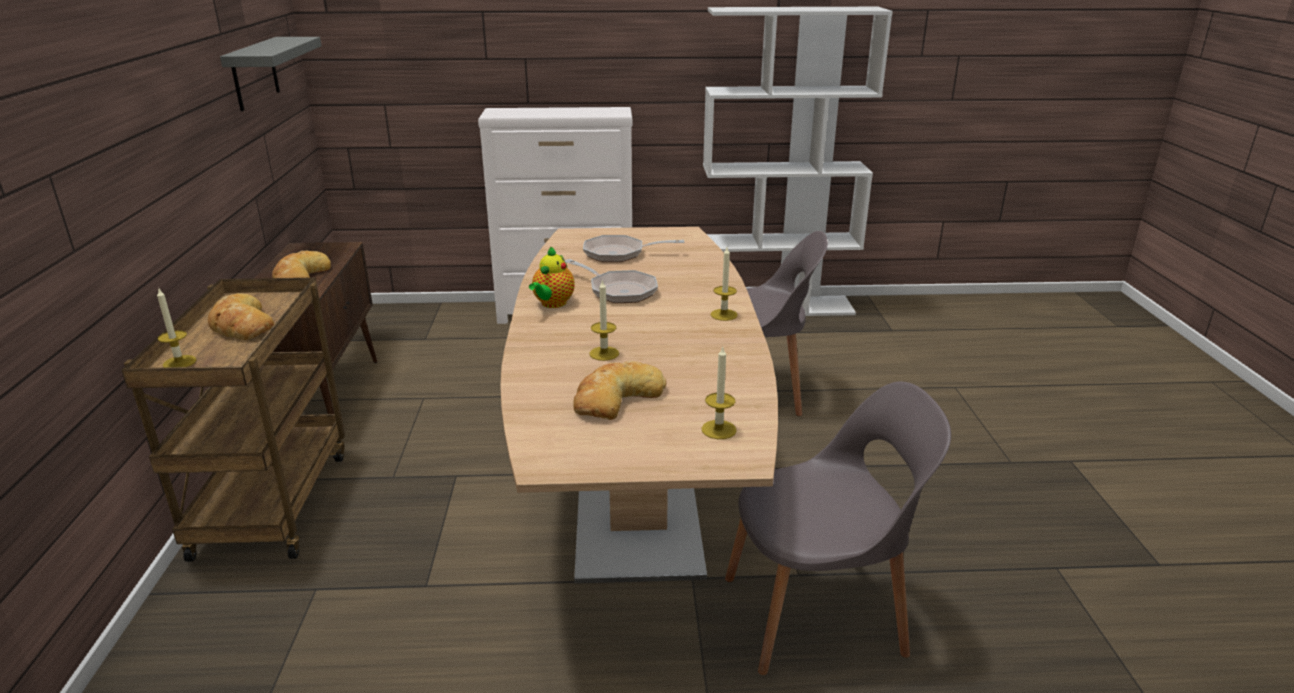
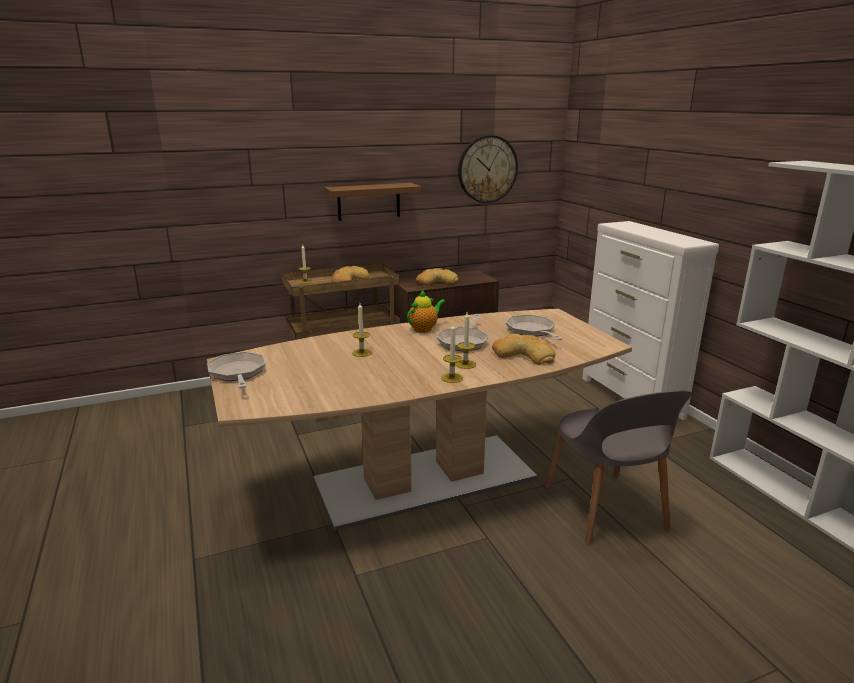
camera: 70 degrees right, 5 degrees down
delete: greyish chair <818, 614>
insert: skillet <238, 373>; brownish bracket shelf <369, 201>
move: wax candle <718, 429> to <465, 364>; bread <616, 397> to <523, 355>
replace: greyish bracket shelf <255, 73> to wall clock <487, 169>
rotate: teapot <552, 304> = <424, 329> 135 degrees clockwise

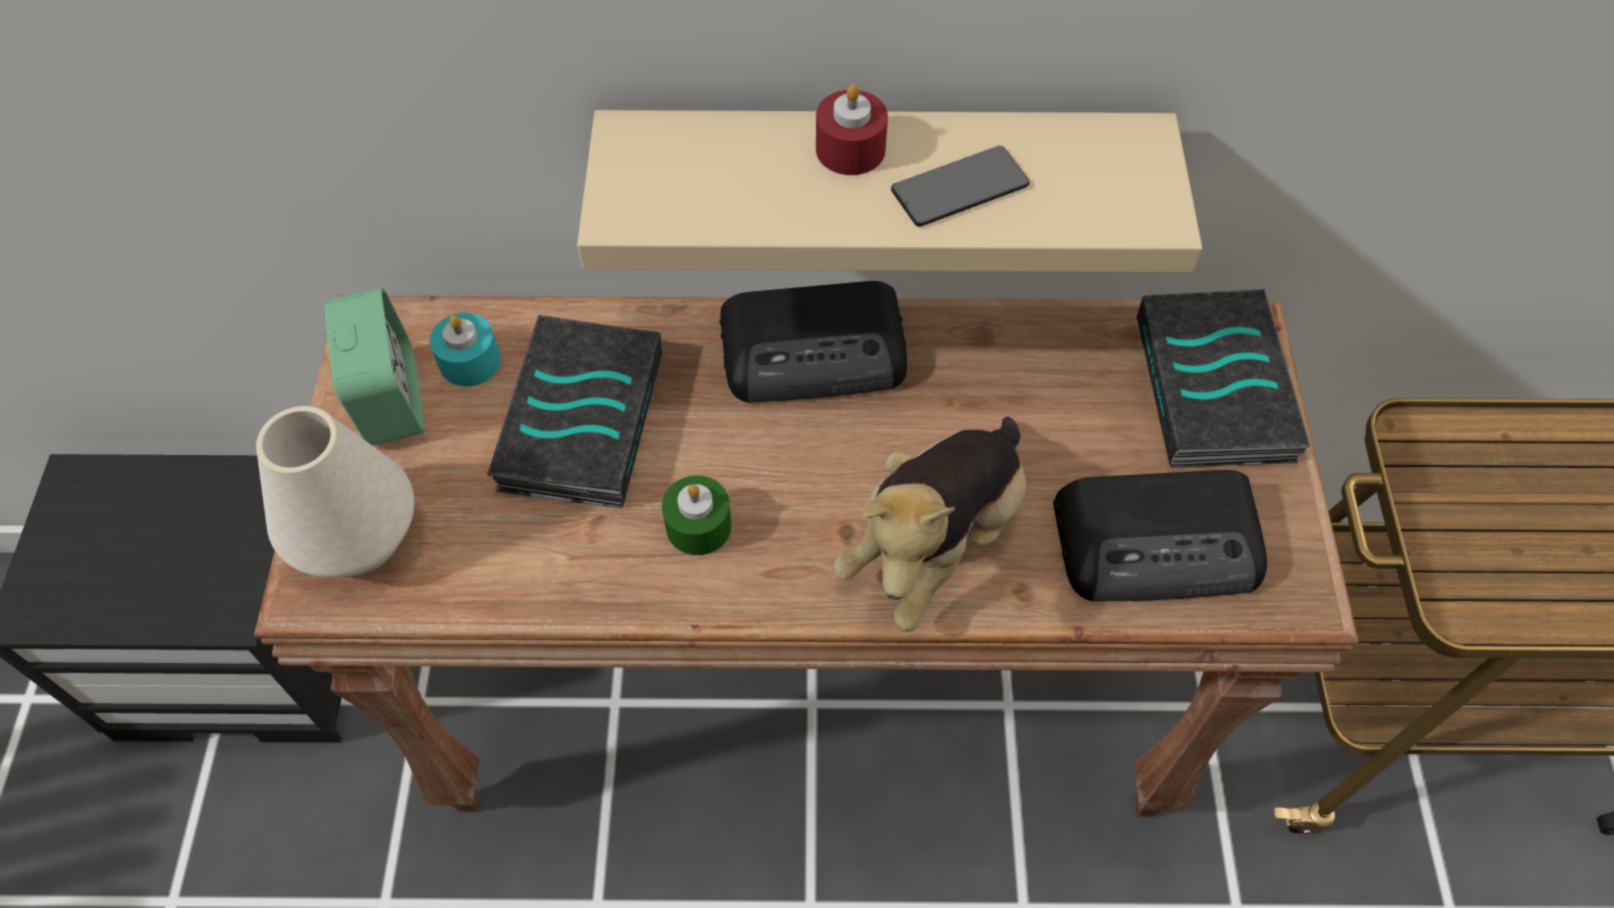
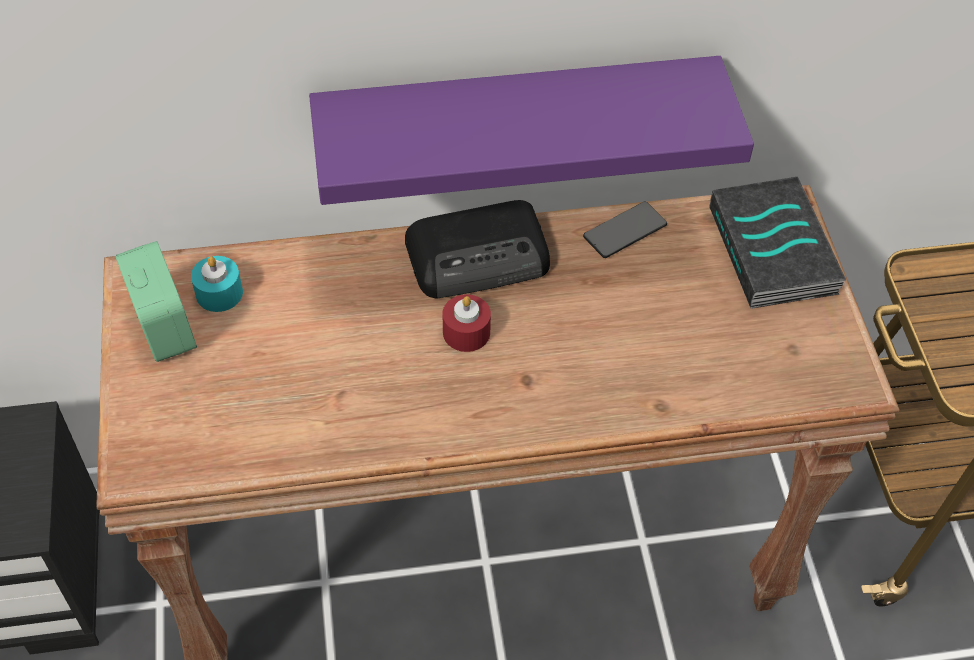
camera: 10 degrees left, 5 degrees down
delete: white-coloured vase <357, 537>; volume <578, 418>; green-coloured wax candle <698, 525>; plush toy <935, 541>; radio <1160, 543>
move: reddish wax candle <850, 149> to <466, 332>; phone <959, 188> to <625, 231>
recolor: beige-coloured bracket shelf <880, 179> to purple-coloured bracket shelf <516, 124>

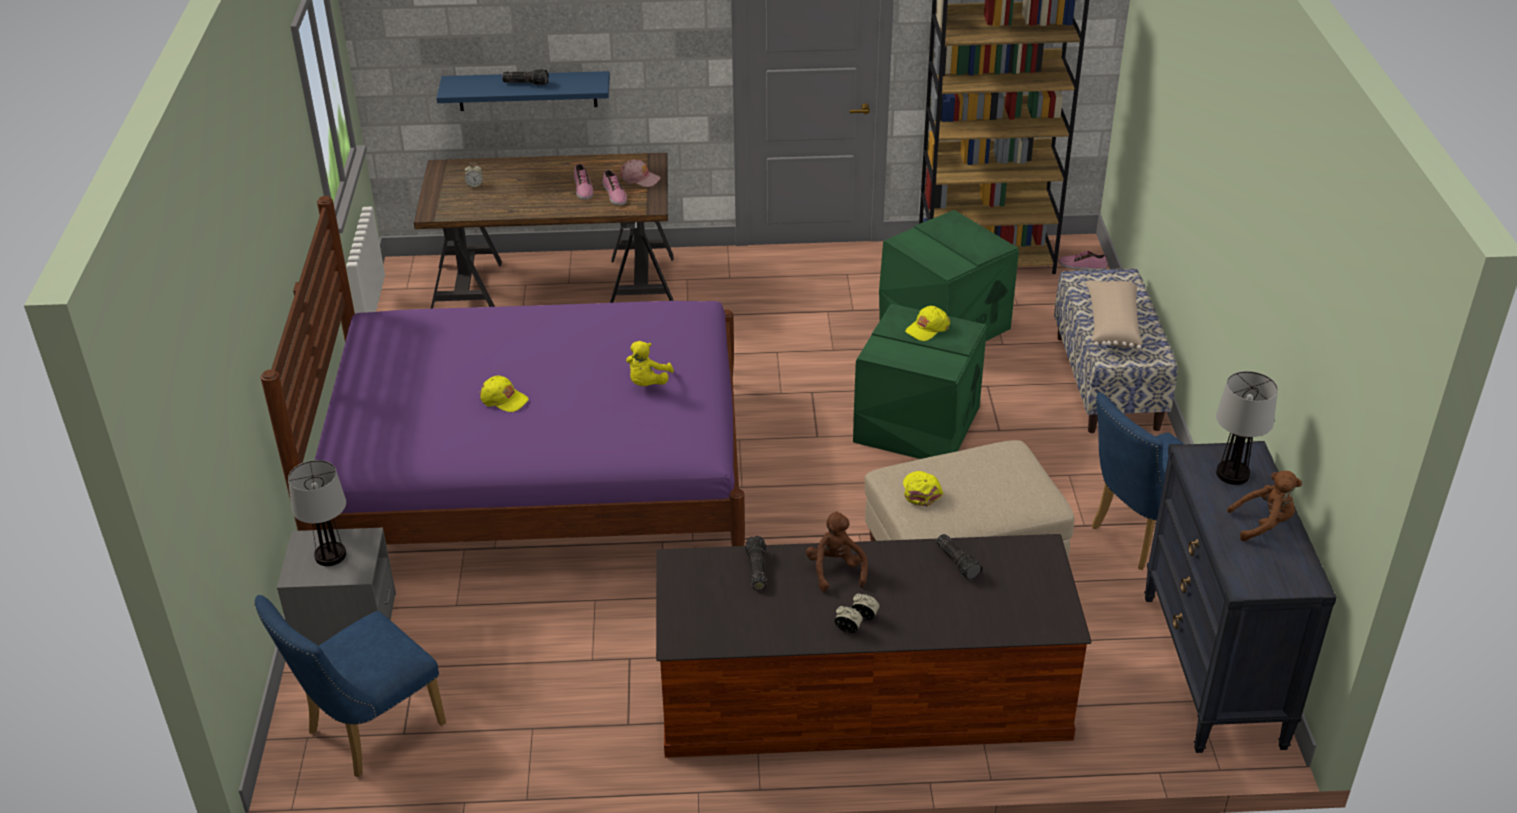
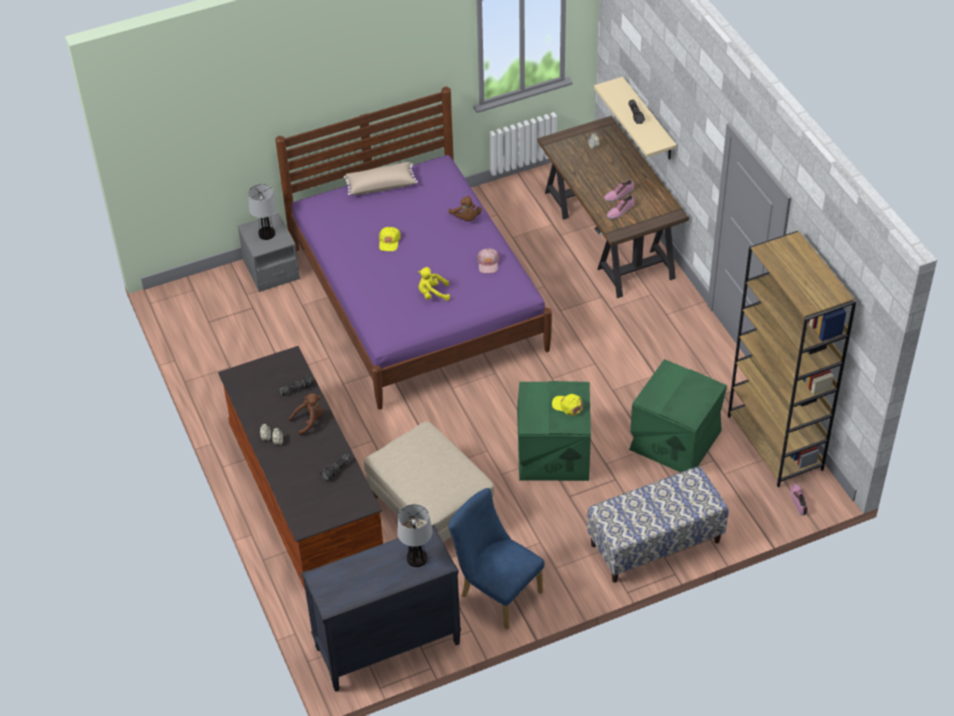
camera: 70 degrees right, 10 degrees up
delete: blue chair <366, 731>; yellowish cap <921, 491>
move: beige-coloured throw pillow <1111, 325> to <381, 185>; brownish plush toy <1263, 524> to <466, 218>; pink cap <639, 178> to <488, 263>
recolor: blue bracket shelf <527, 91> to beige-coloured bracket shelf <648, 120>

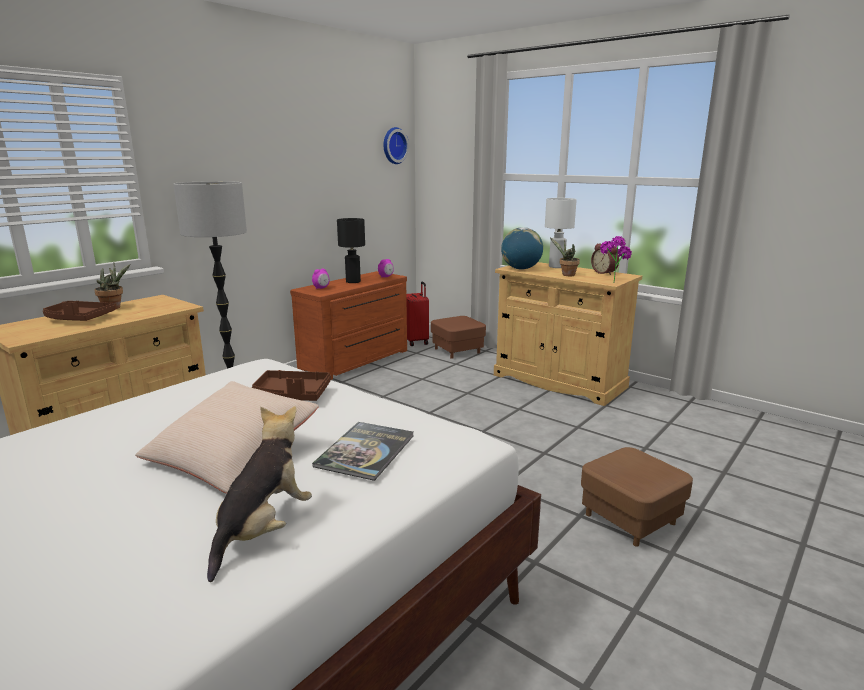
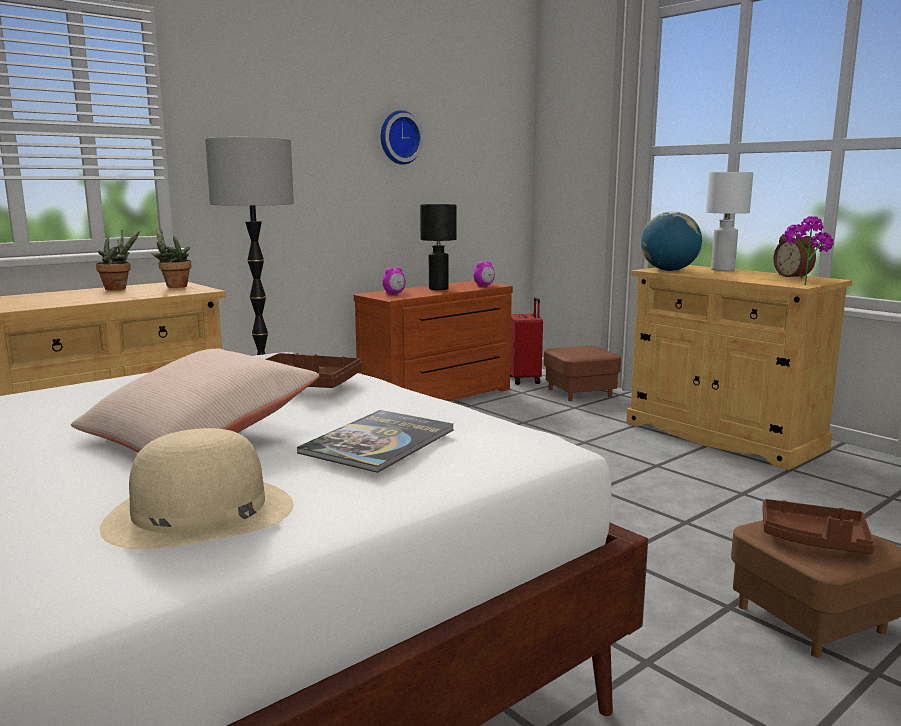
camera: 10 degrees right, 5 degrees down
move: houseplant <566, 275> to <174, 286>; wall clock <393, 145> to <399, 137>; brownish tray <79, 319> to <814, 539>
replace: plush toy <263, 530> to beige-coloured clothing hat <199, 514>

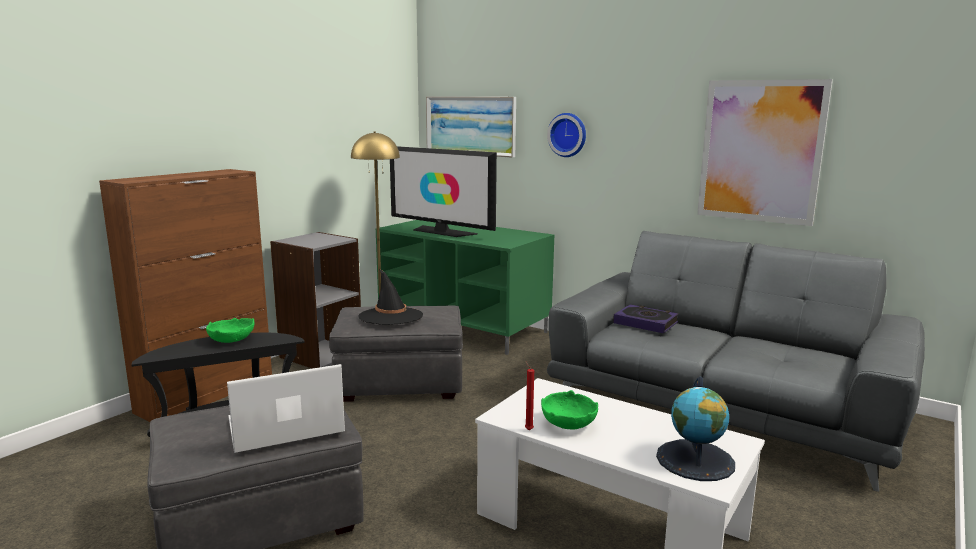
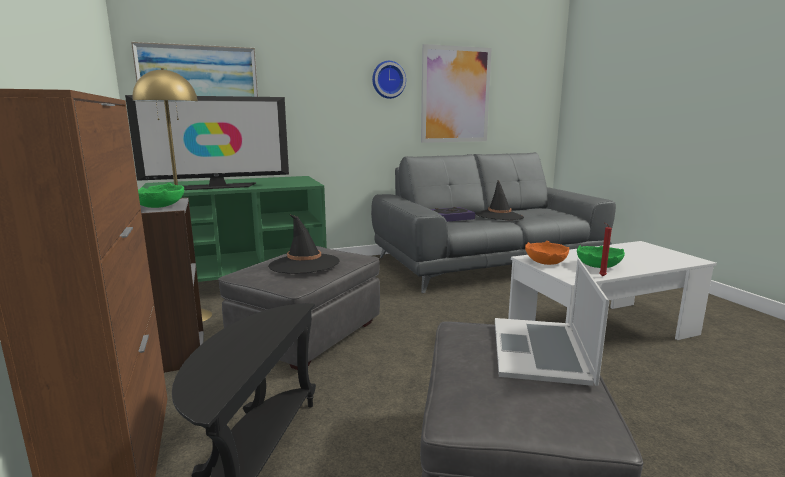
camera: 55 degrees left, 0 degrees up
delete: globe <695, 460>
insert: blackish clothing hat <499, 216>; orangey bowl <546, 262>
move: green-coloured bowl <231, 340> to <159, 206>; wall clock <568, 135> to <388, 80>

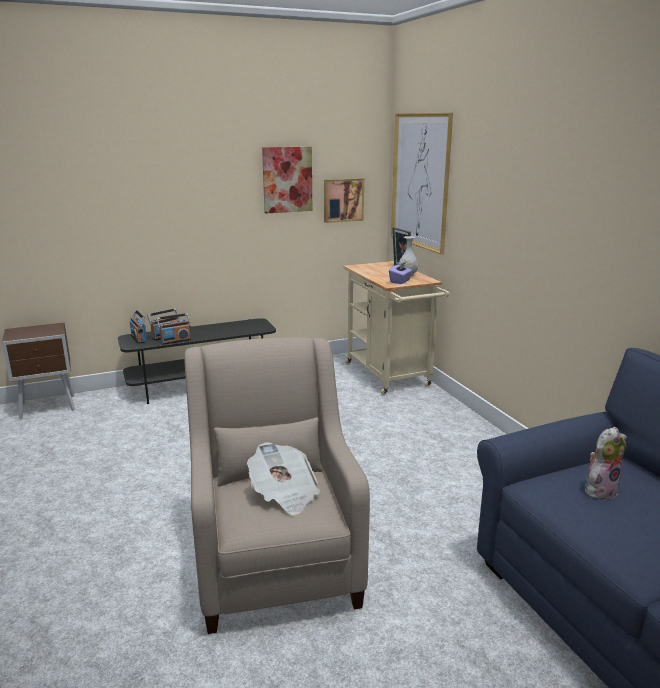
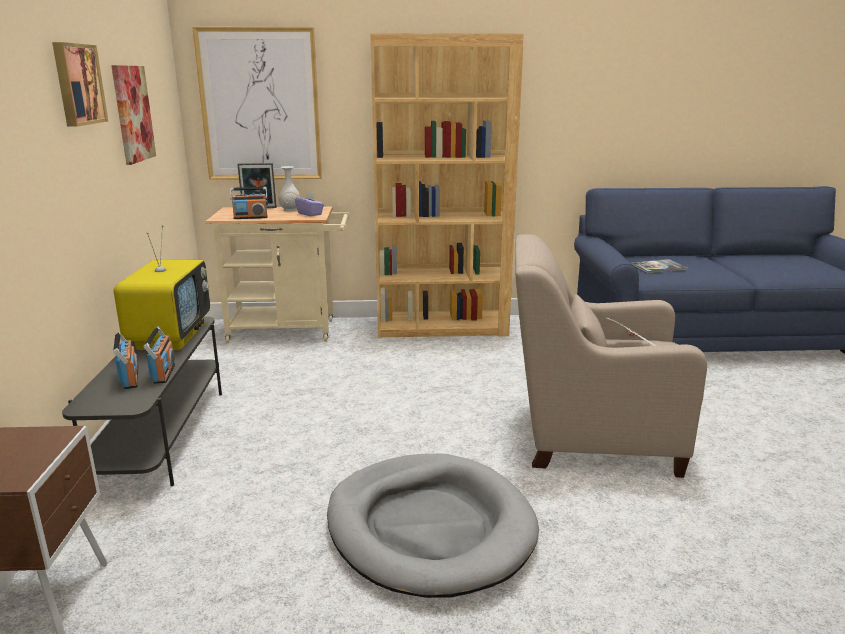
camera: 70 degrees left, 0 degrees up
insert: television <170, 337>; greyish dog cushion <429, 528>; brownish bookcase <442, 326>
move: wall picture <343, 200> to <77, 84>; radio <138, 338> to <250, 217>
replace: plush toy <600, 490> to volume <658, 267>

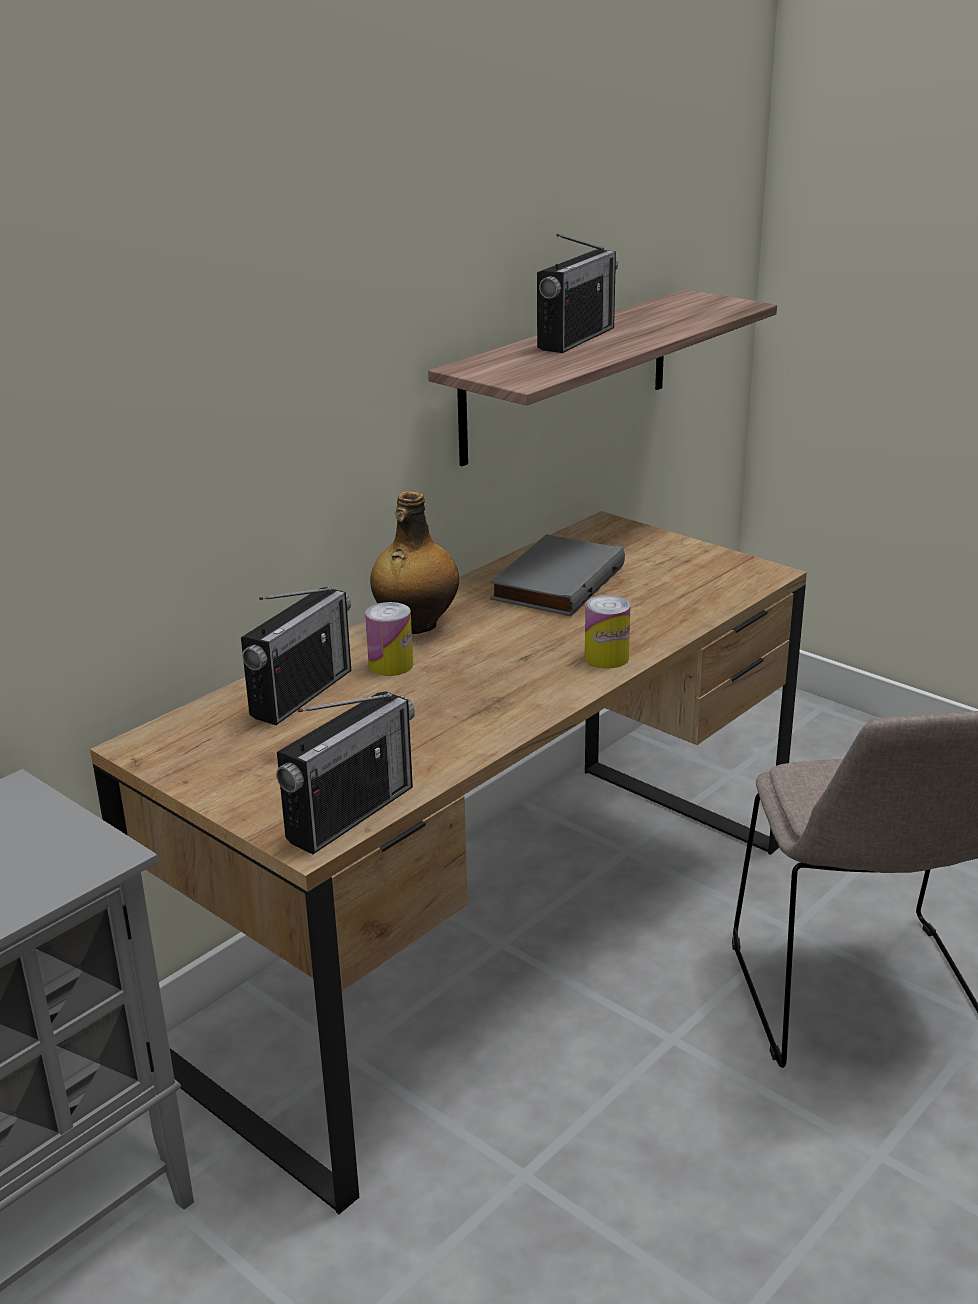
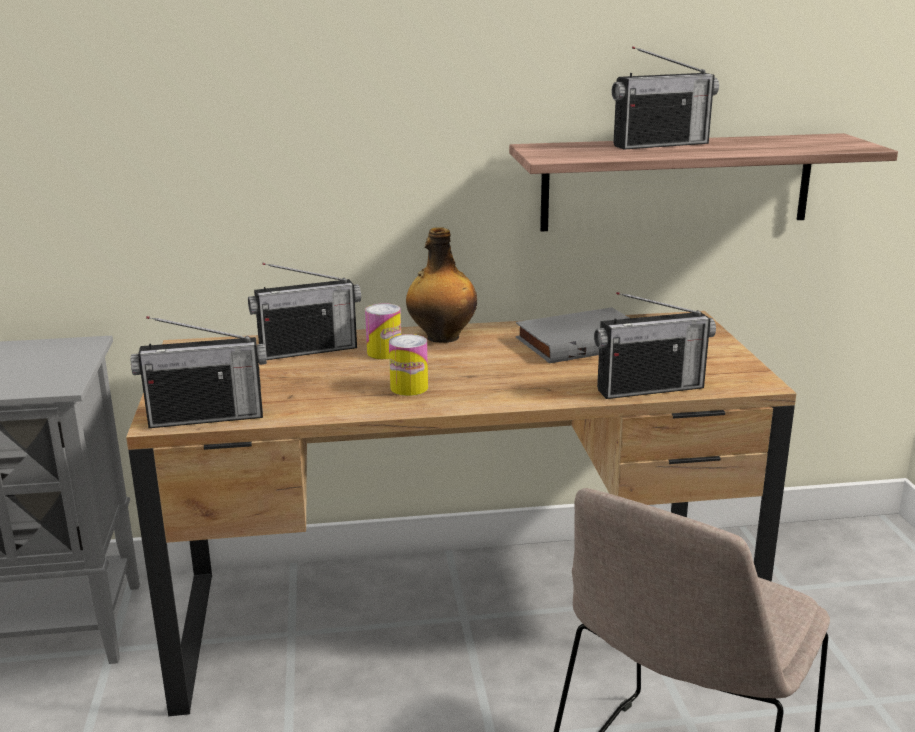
camera: 40 degrees right, 5 degrees down
insert: radio <650, 388>
move: sealed can <606, 658> to <409, 388>

